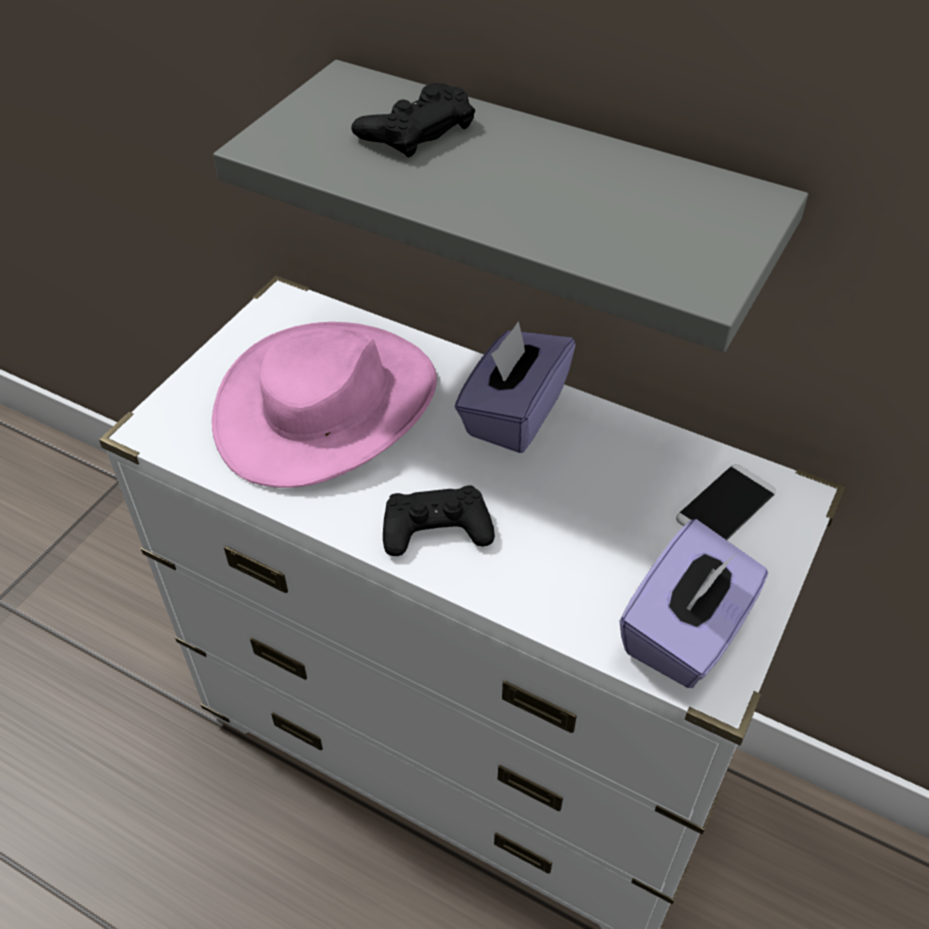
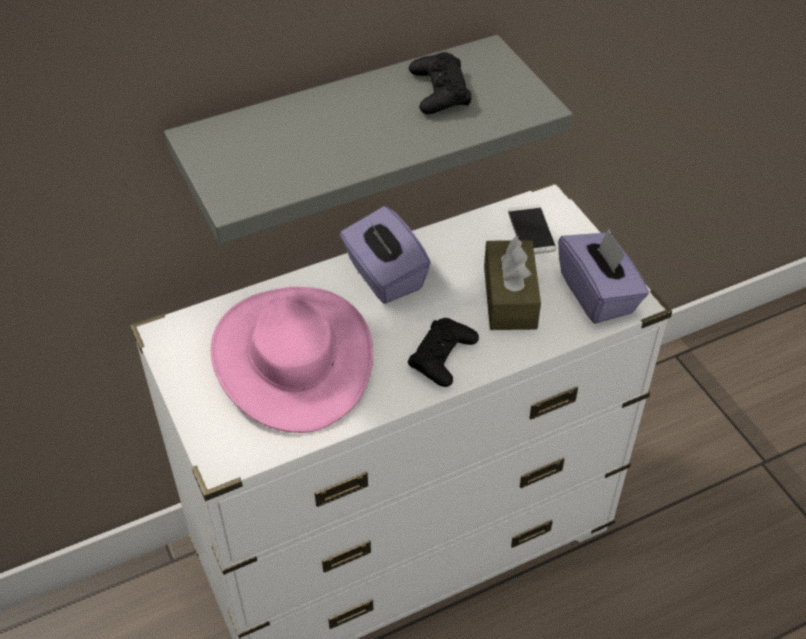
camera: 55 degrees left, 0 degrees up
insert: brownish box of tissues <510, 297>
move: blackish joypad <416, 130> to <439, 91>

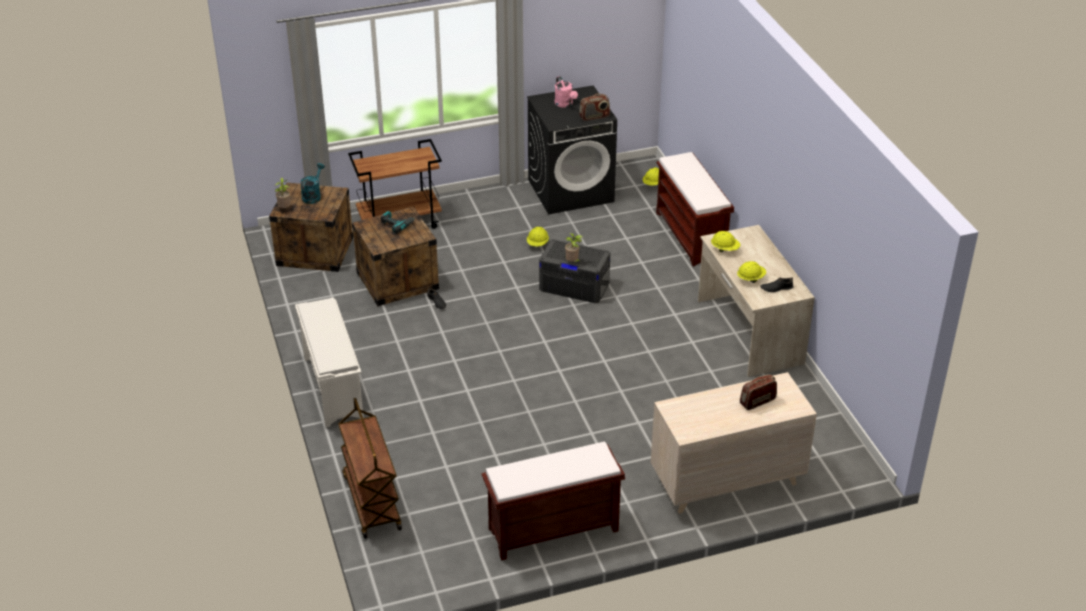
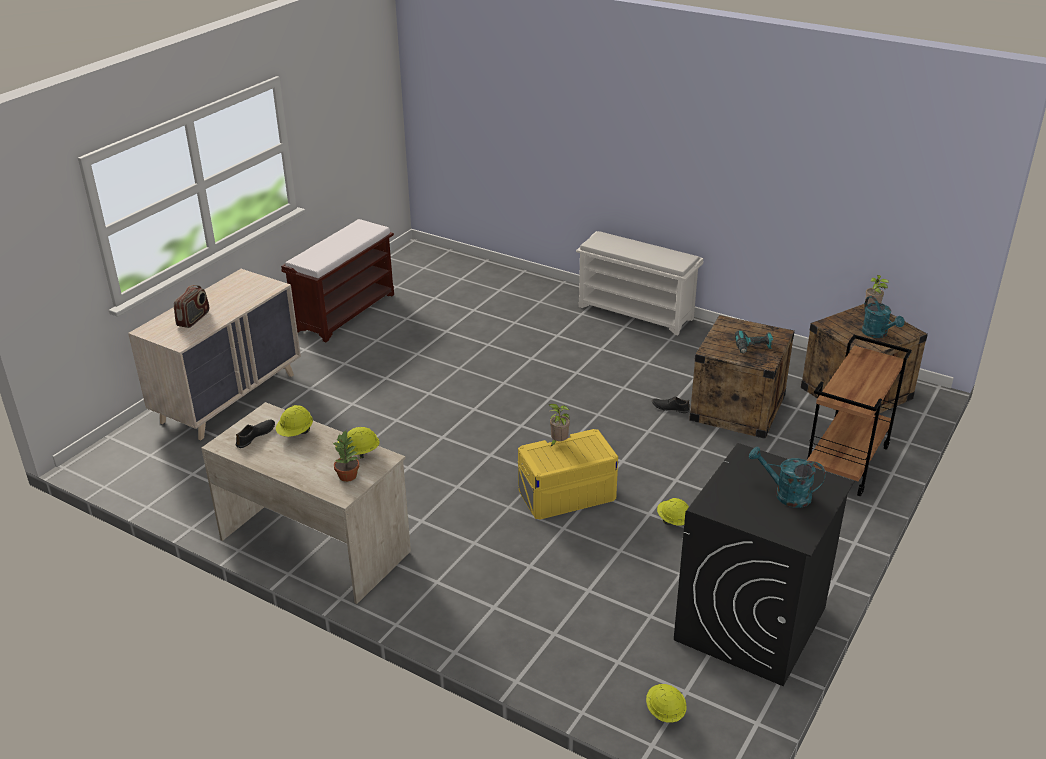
camera: 140 degrees right, 5 degrees down
delete: brownish wheeled cart <371, 502>; radio <594, 117>; brownish long seat <691, 236>
insert: houseplant <348, 476>
recolor: greyish storage bin <574, 286> to yellowish storage bin <567, 494>; pink sprinkling can <565, 104> to blue-green sprinkling can <786, 495>

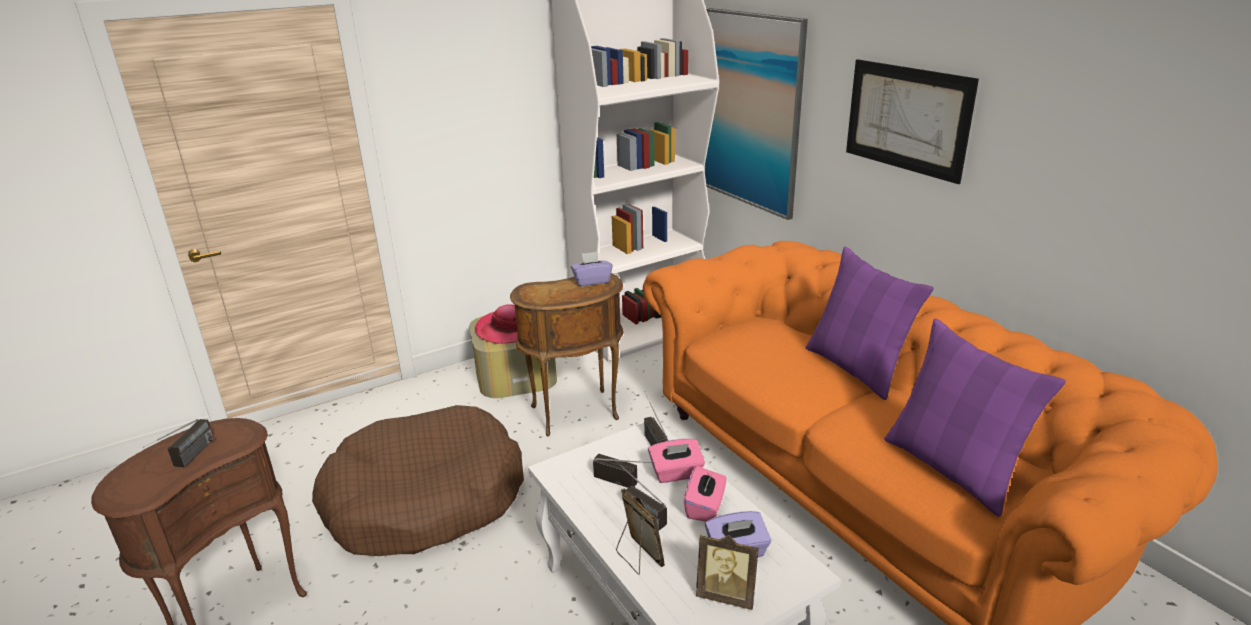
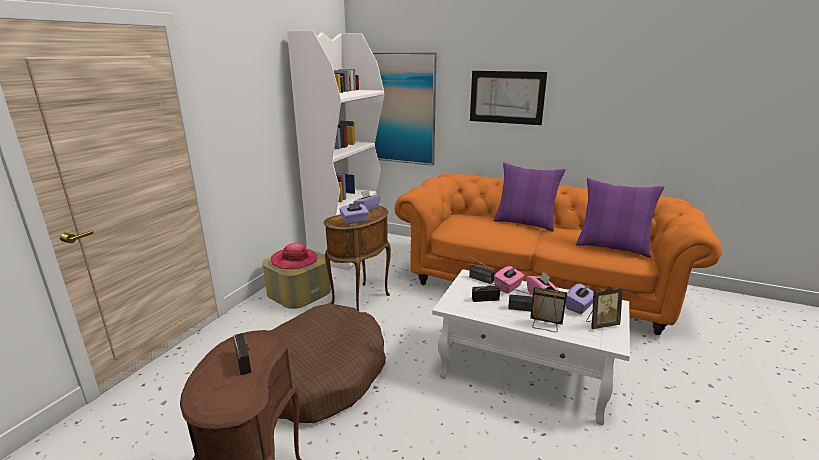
camera: 35 degrees left, 5 degrees down
insert: purple-coloured box of tissues <354, 221>

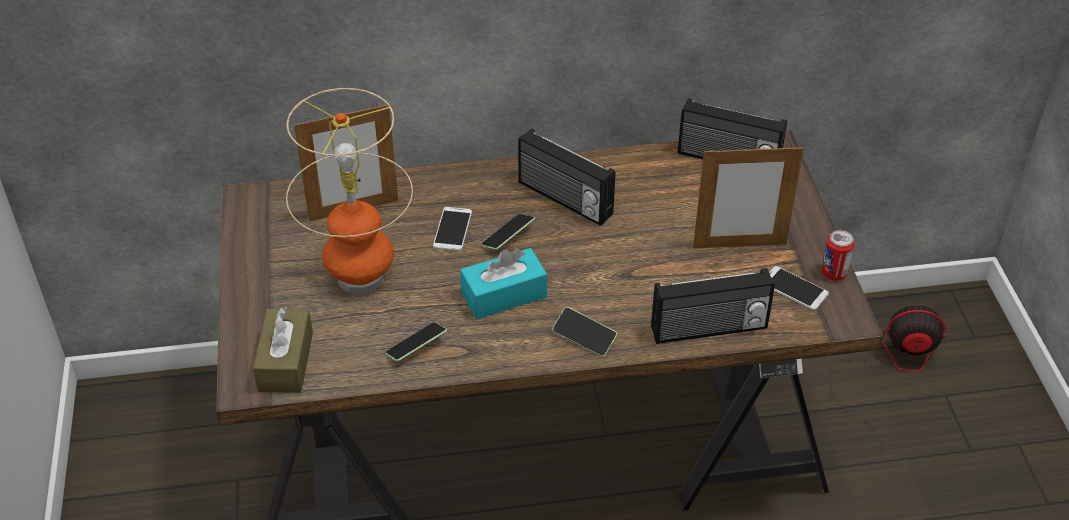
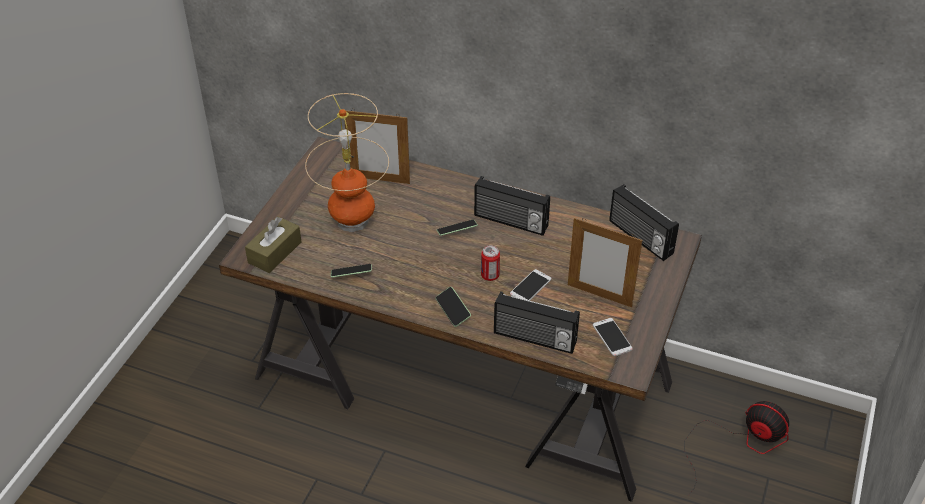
camera: 30 degrees right, 0 degrees up
delete: blue-green box of tissues <504, 295>
move: sealed can <833, 273> to <490, 275>; phone <452, 229> to <530, 286>
rotate: radio <563, 199> = <510, 222> 45 degrees counterclockwise

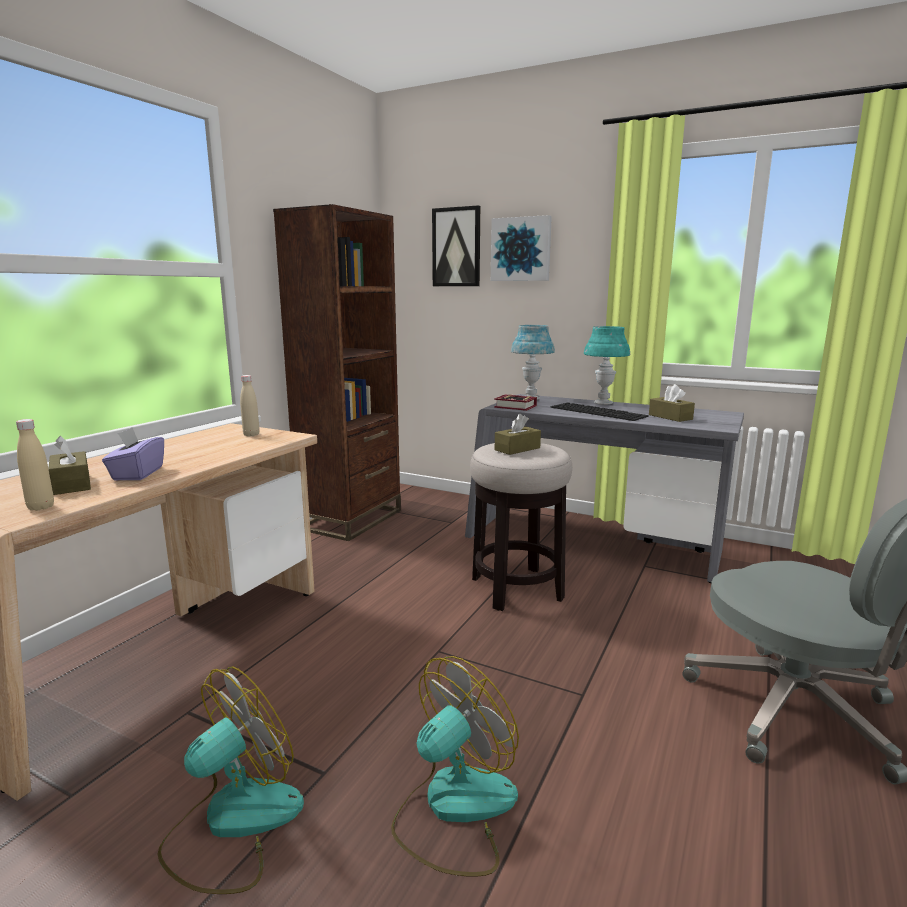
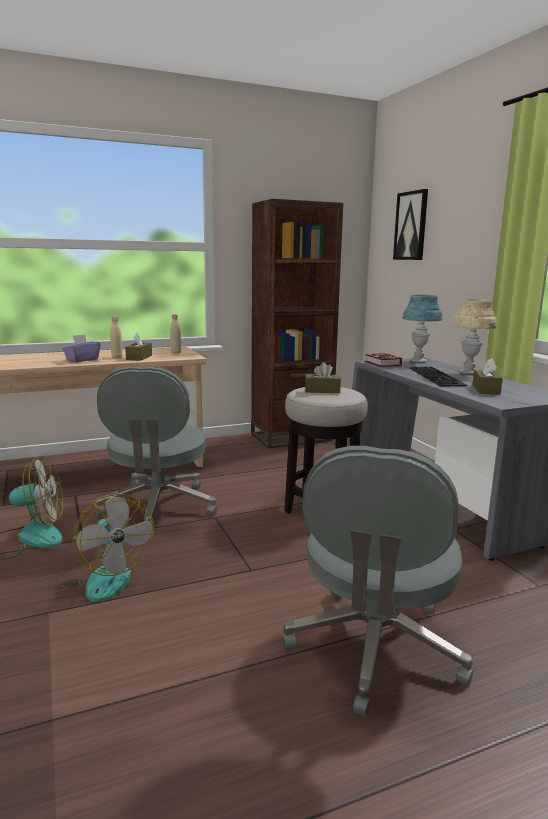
camera: 40 degrees right, 0 degrees up
delete: wall picture <521, 249>
insert: greyish office chair <158, 508>
move: beige-coloured bottle <41, 507> to <117, 357>; brownish box of tissues <72, 484> to <139, 357>
recolor: blue-green lamp for a table <603, 403> to beige-coloured lamp for a table <468, 372>
rotate: electric fan <454, 808> = <103, 577> 60 degrees clockwise

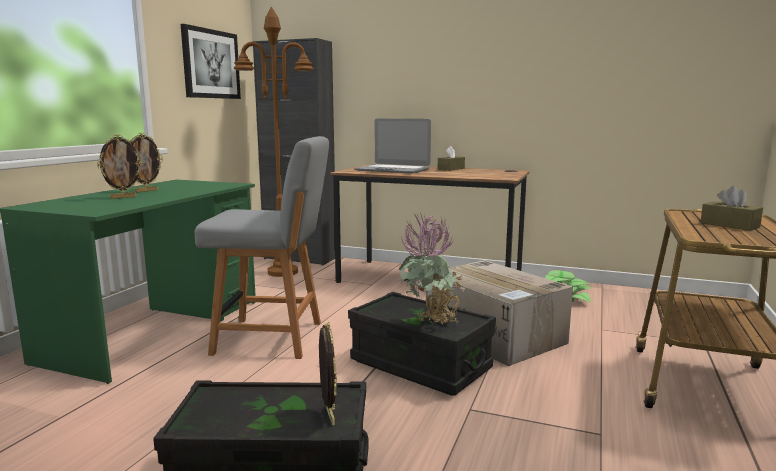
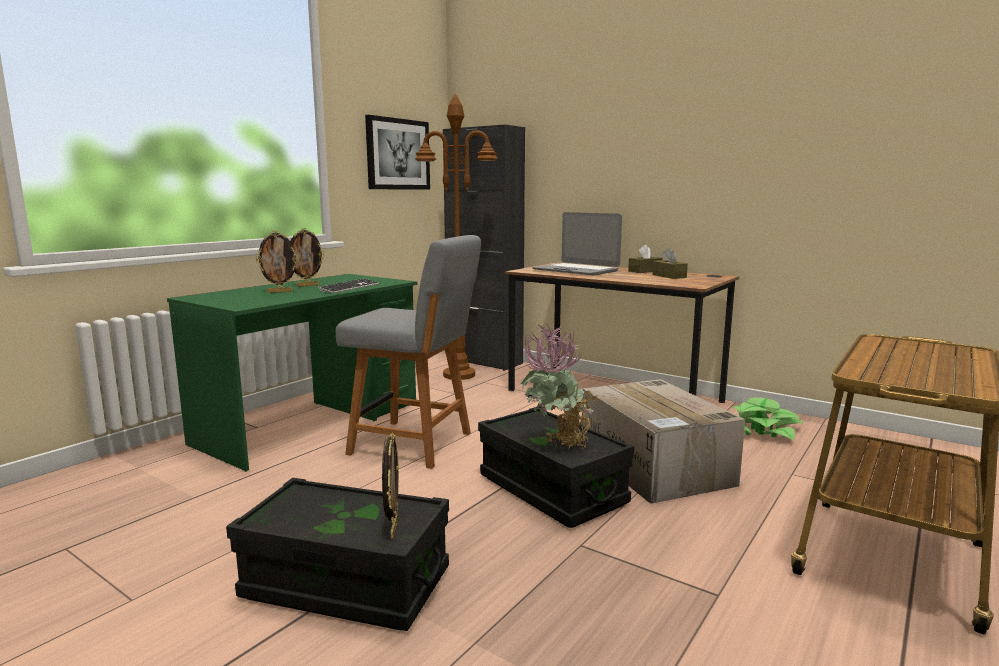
camera: 15 degrees right, 0 degrees up
insert: computer keyboard <349, 288>
move: brownish box of tissues <729, 225> to <669, 276>

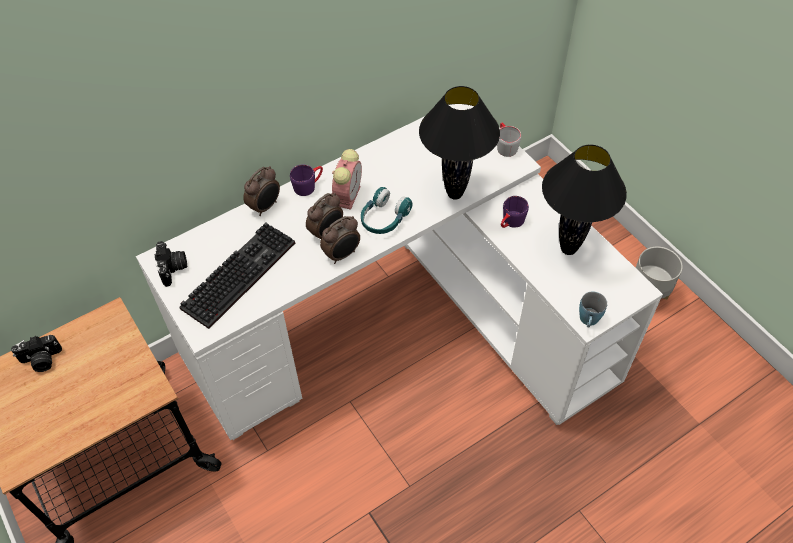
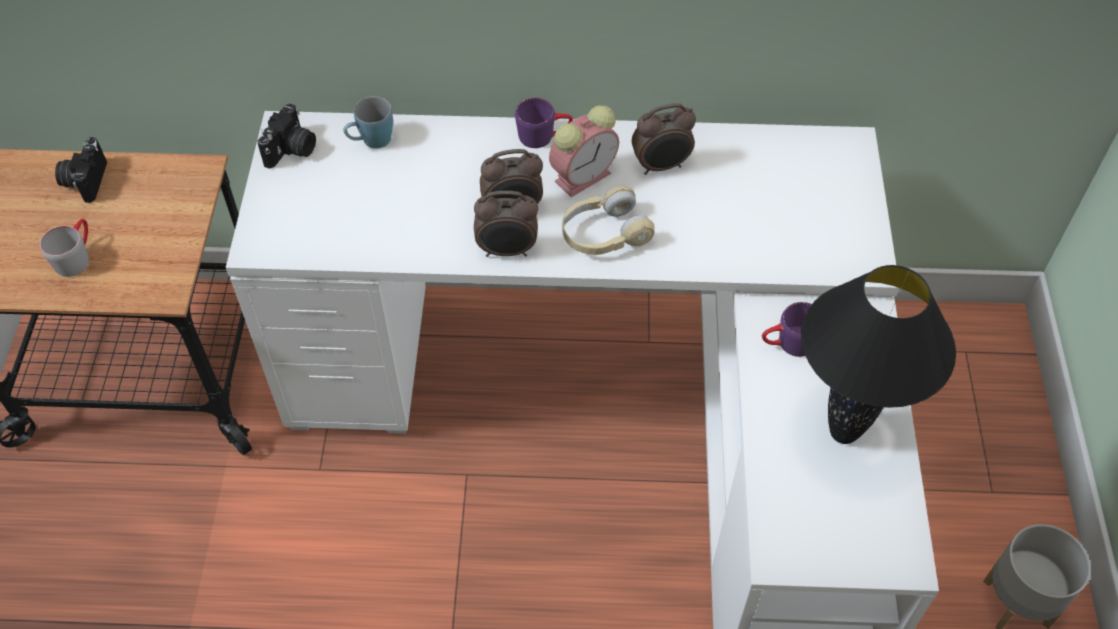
camera: 35 degrees right, 0 degrees up
delete: computer keyboard <239, 273>; blackish lamp for a table <455, 194>
move: greyish coffee mug <505, 145> to <76, 256>; blue coffee mug <588, 321> to <371, 142>; table clock <265, 207> to <661, 166>
recolor: blue-green headphones <384, 219> to beige-coloured headphones <604, 234>
rotate: photo camera <41, 360> = <85, 180> 75 degrees clockwise

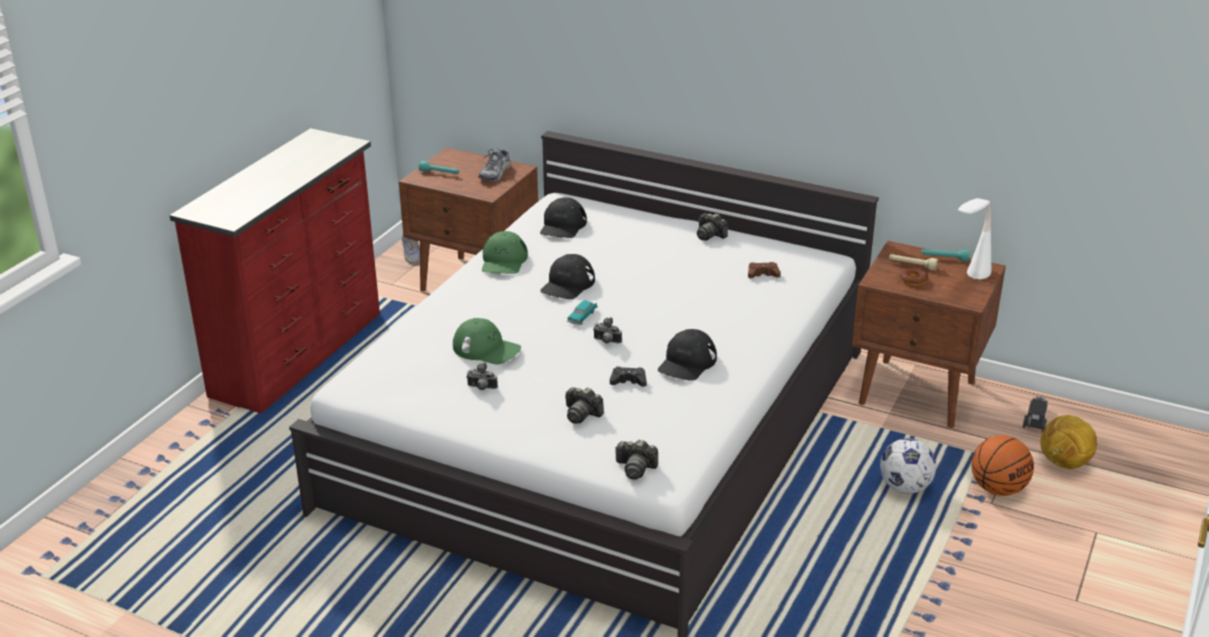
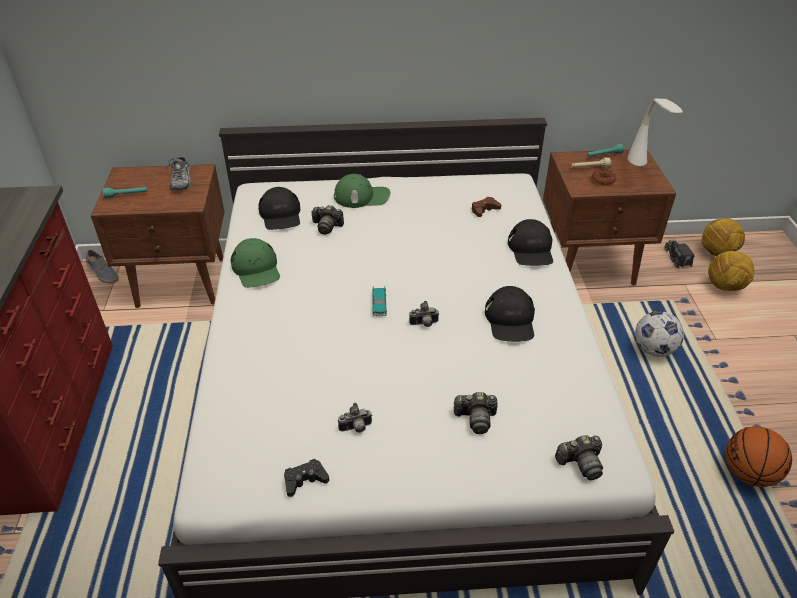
camera: 30 degrees left, 10 degrees up
insert: football ball <717, 252>
move: blackish joypad <628, 381> to <305, 480>; photo camera <709, 235> to <327, 226>; green-coloured cap <486, 349> to <362, 196>; blackish cap <567, 284> to <531, 249>; ball for basketball <998, 489> to <748, 473>

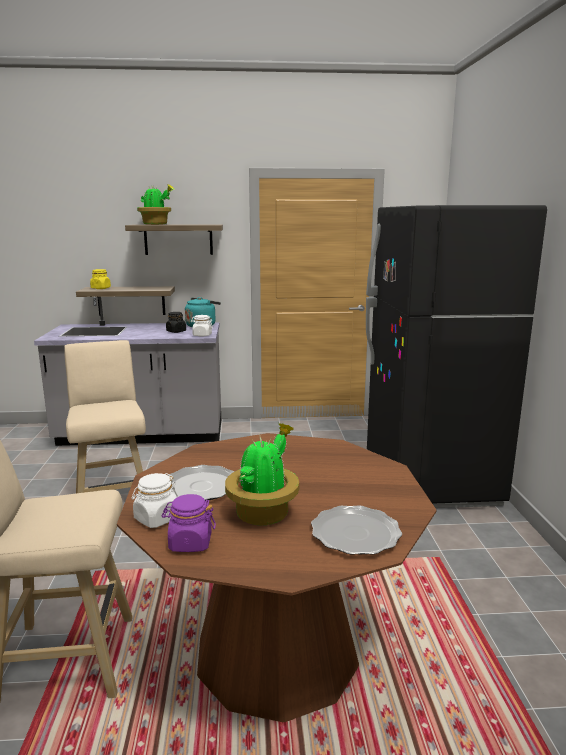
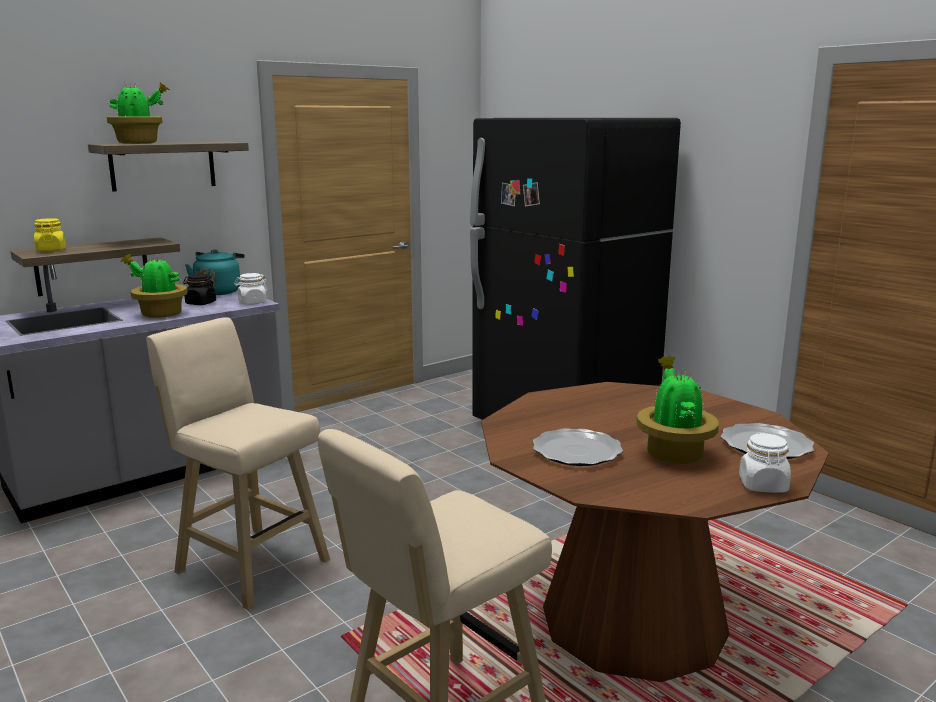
camera: 35 degrees left, 0 degrees up
delete: purple-coloured preserve jar <190, 543>
insert: houseplant <159, 314>
move: white-coloured preserve jar <156, 518> to <763, 485>

